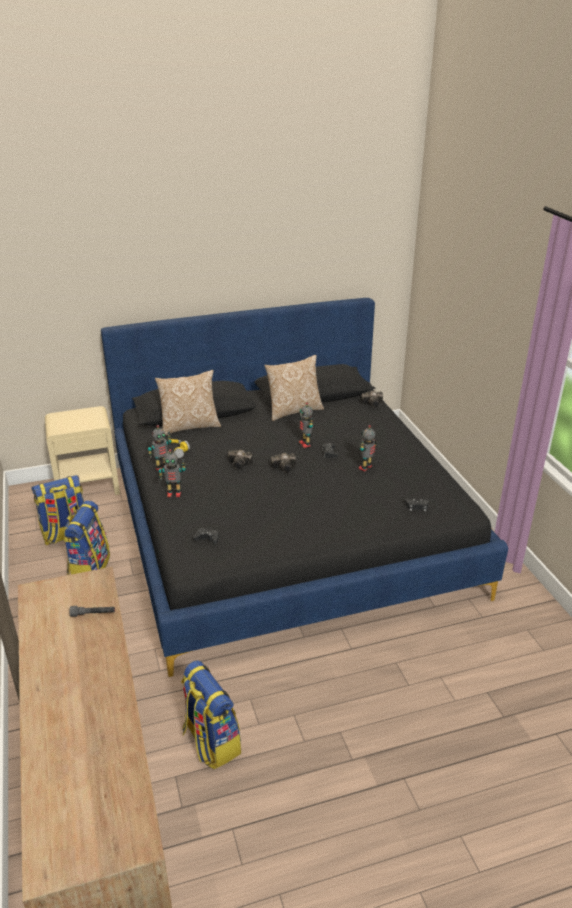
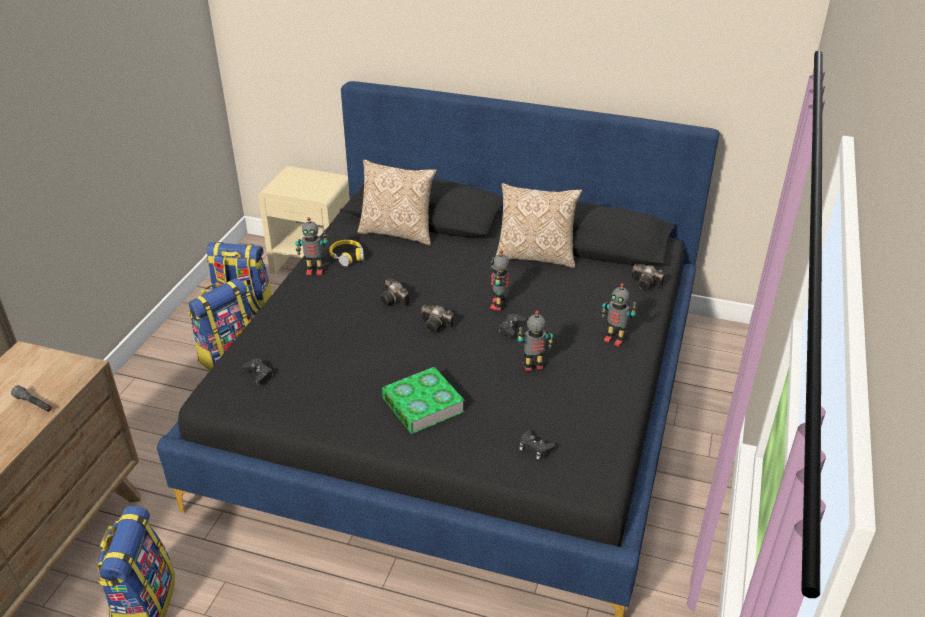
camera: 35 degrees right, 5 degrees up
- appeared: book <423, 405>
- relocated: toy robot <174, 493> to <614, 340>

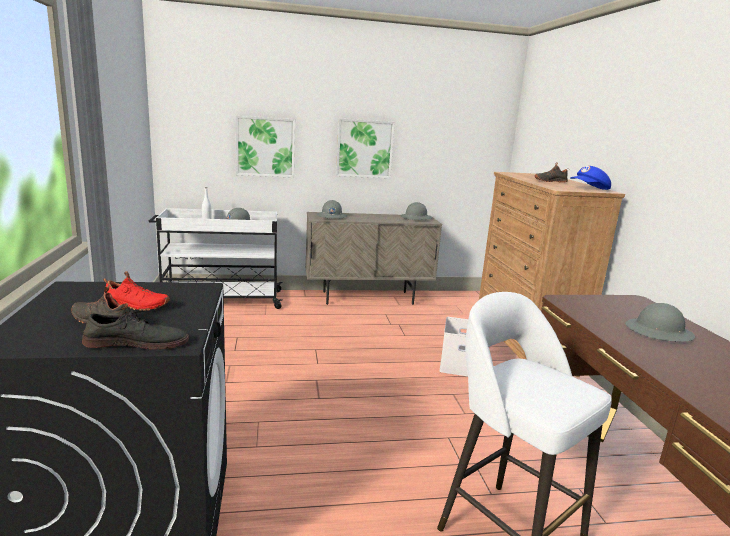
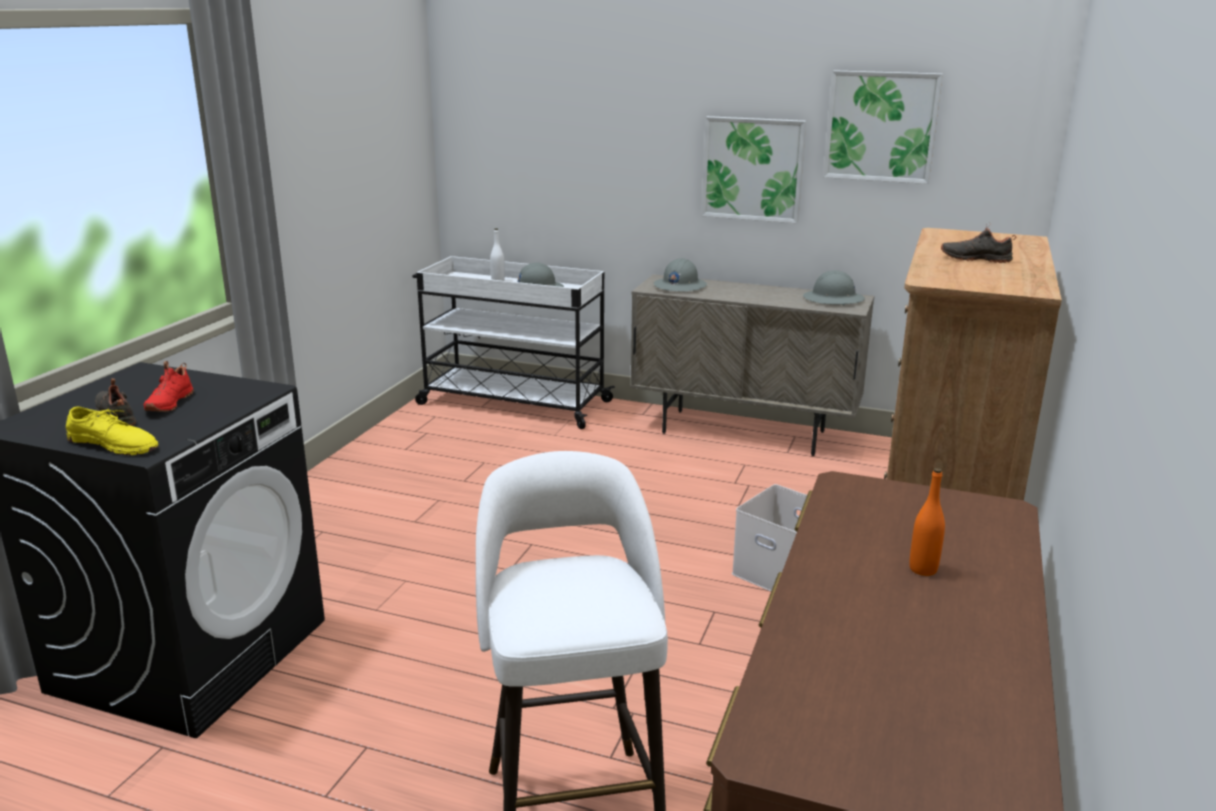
camera: 30 degrees right, 5 degrees up
- missing: baseball cap in bluish <589, 189>
- relocated: picture <265, 147> to <881, 126>
- exchanged: hard hat in grey <659, 332> to bottle in orange <923, 569>
- colour: shoe in grey <137, 342> to shoe in yellow-coloured <114, 443>
- spun: shoe in red-coloured <135, 306> = <168, 403> 60 degrees clockwise

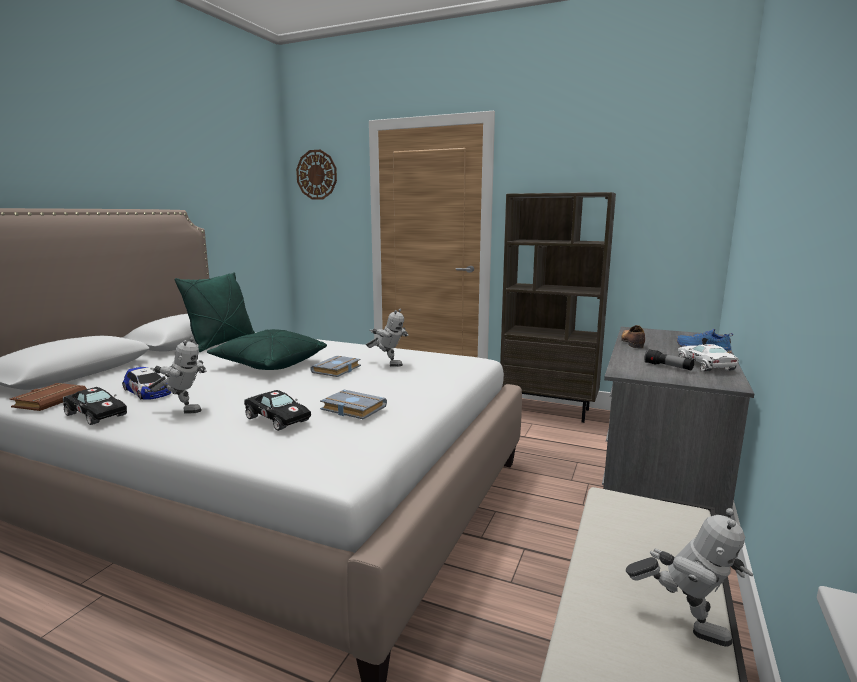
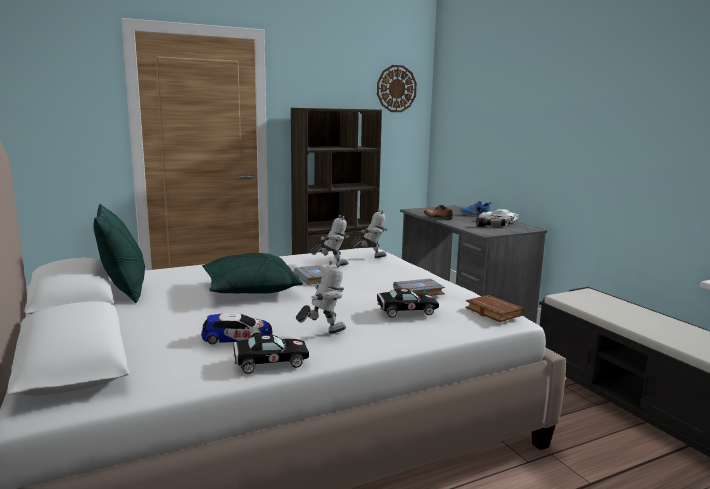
camera: 50 degrees left, 0 degrees up
- relocated: book in brownish <50, 400> to <491, 312>
- relocated: wall clock <316, 175> to <396, 88>
- relocated: toy robot <683, 623> to <370, 257>

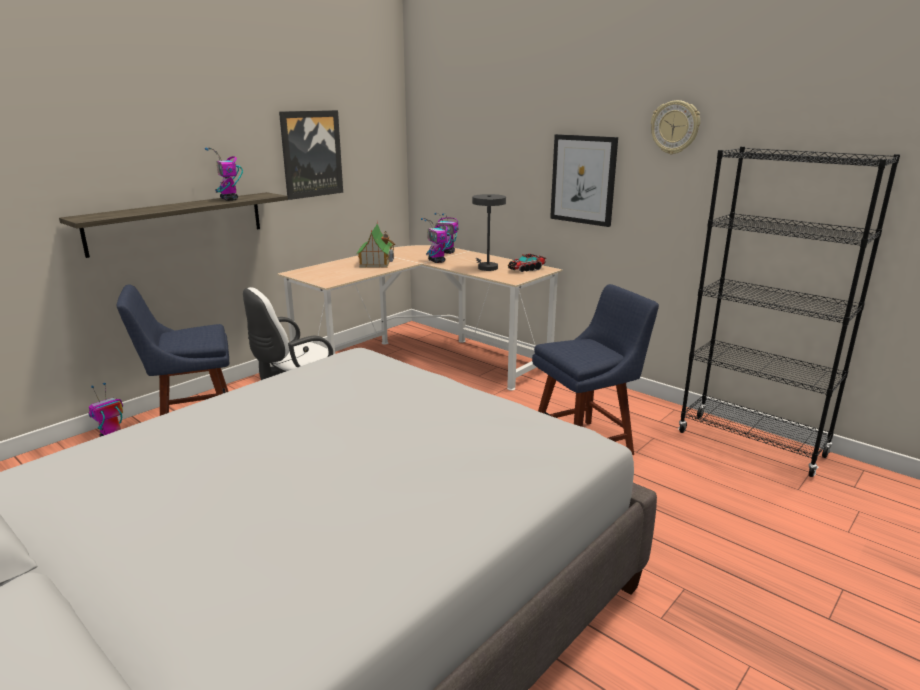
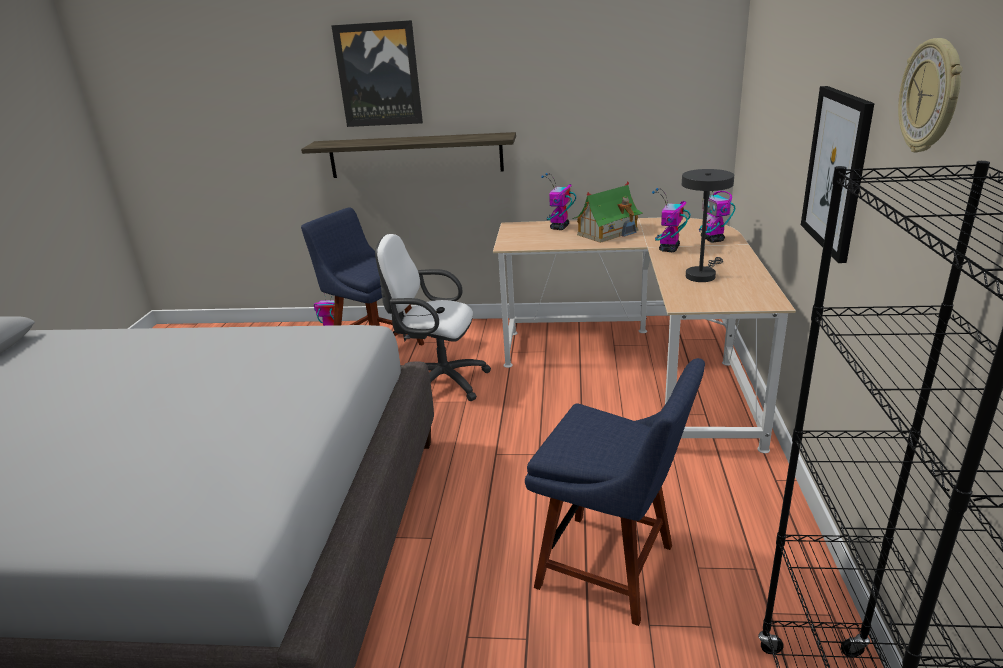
camera: 55 degrees right, 5 degrees up
- missing: model truck <526, 269>
- relocated: toy robot <229, 199> to <559, 227>
- relocated: picture <311, 154> to <379, 75>

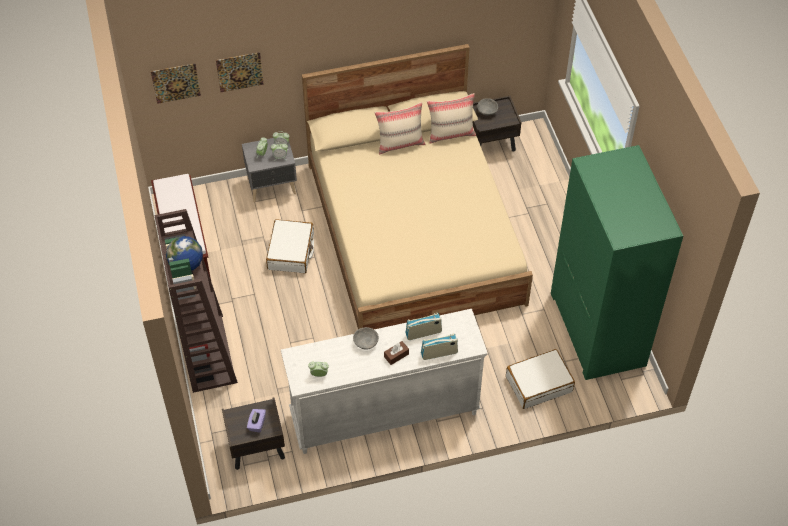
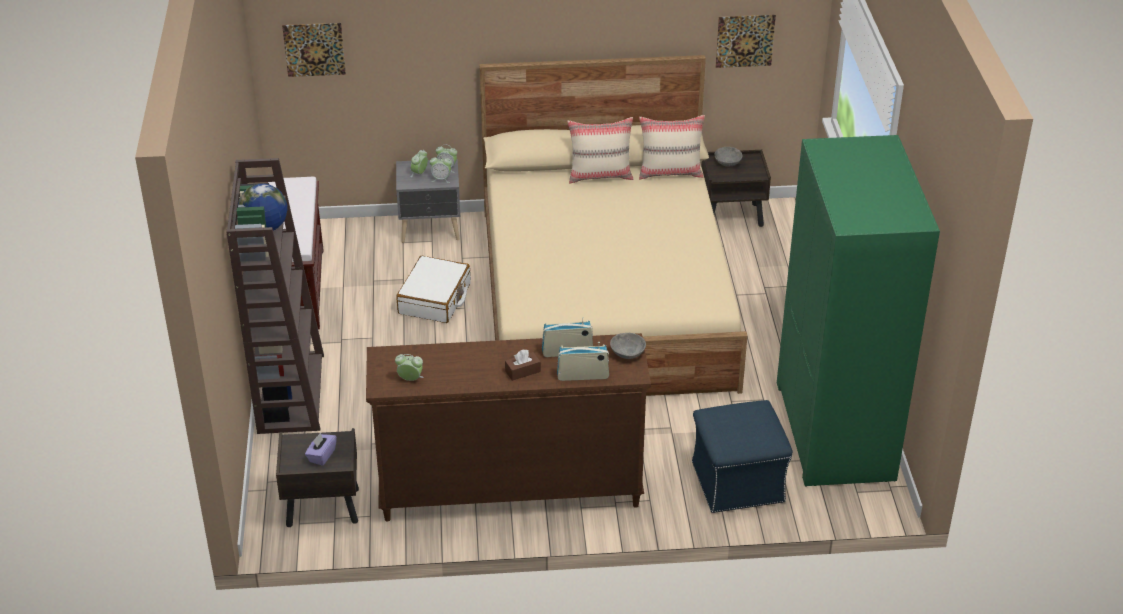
camera: 10 degrees right, 15 degrees down
- relocated: picture <239, 72> to <745, 41>
- relocated: serving bowl in grey <365, 342> to <627, 353>
- exchanged: suitcase in white-coloured <538, 384> to ottoman in bluish <737, 482>
- colour: chest of drawers in white-coloured <383, 414> to chest of drawers in brownish <509, 490>

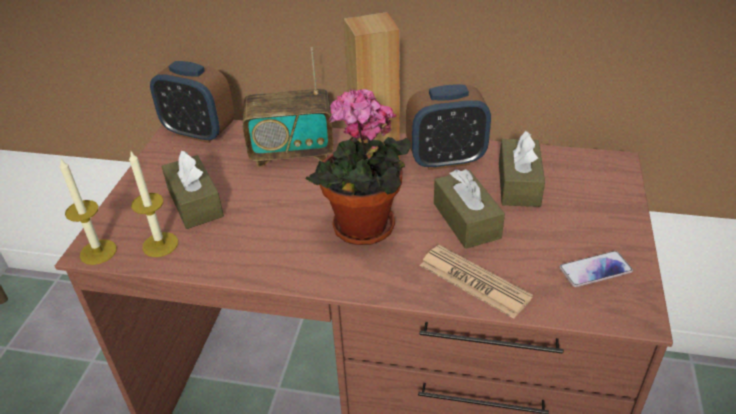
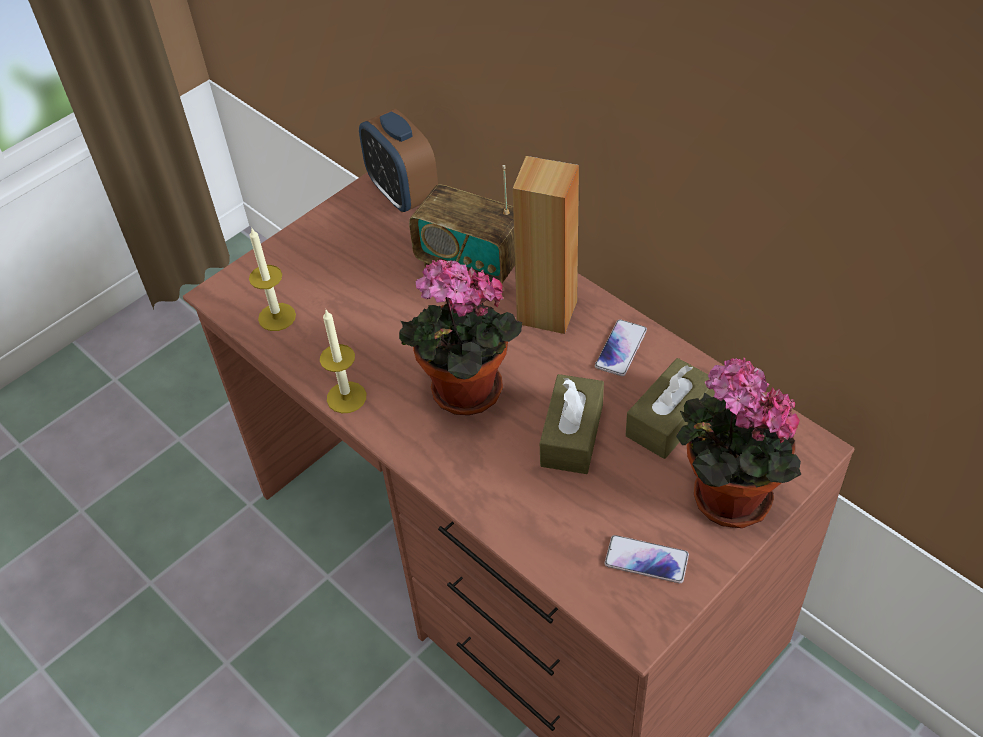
camera: 35 degrees right, 10 degrees up
- missing: tissue box in brownish <195, 203>
- missing: daily paper <474, 281>
- appeared: houseplant <724, 498>
- relocated: wax candle <98, 252> to <346, 397>
- exchanged: table clock <446, 159> to handset <621, 349>

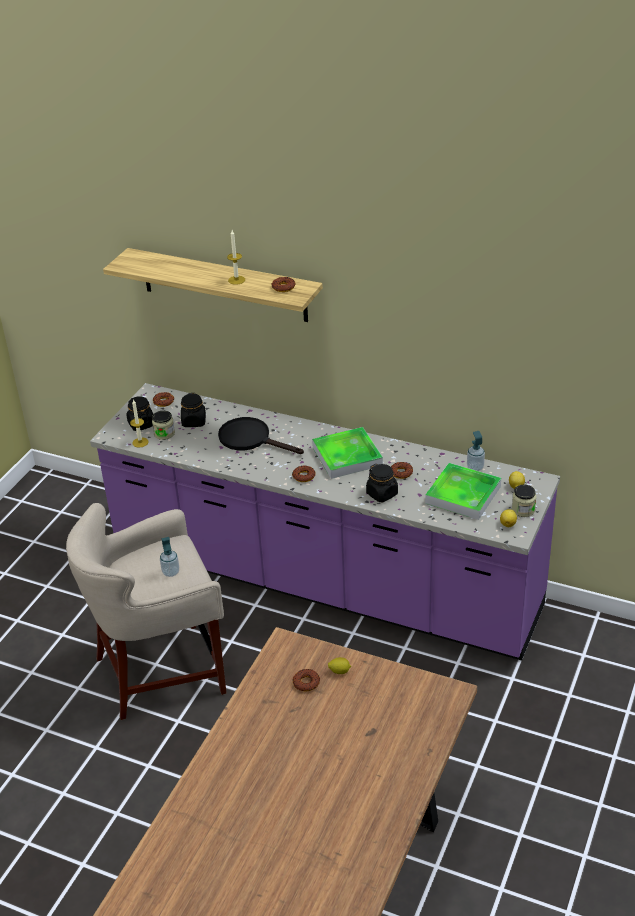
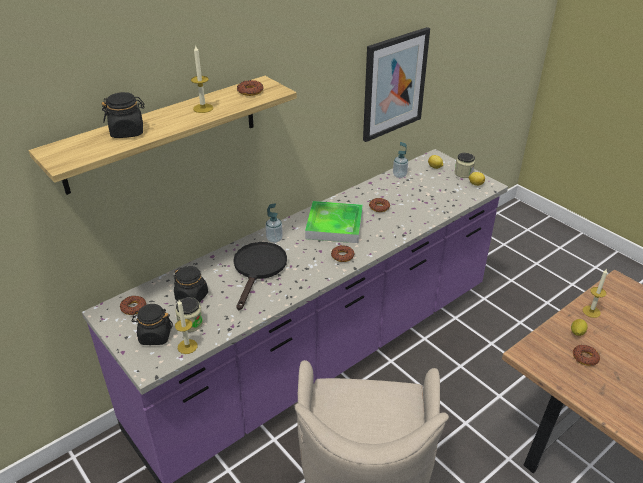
camera: 65 degrees left, 0 degrees up
- missing: serving tray <463, 495>
- appeared: picture <394, 84>
- appeared: wax candle <591, 311>
- relocated: soap bottle <171, 572> to <274, 239>
- relocated: storage jar in black <382, 494> to <127, 132>
- spun: skillet in black <251, 439> = <258, 269> 135 degrees clockwise

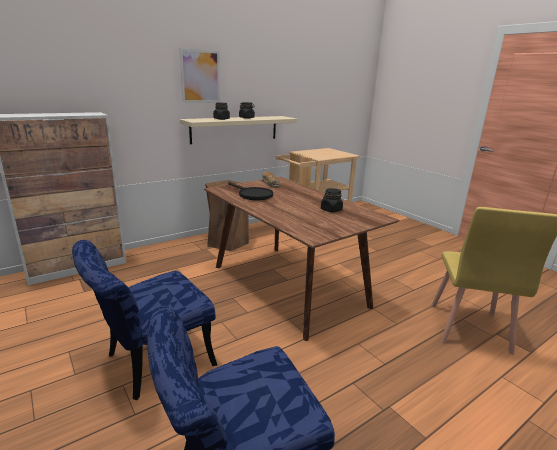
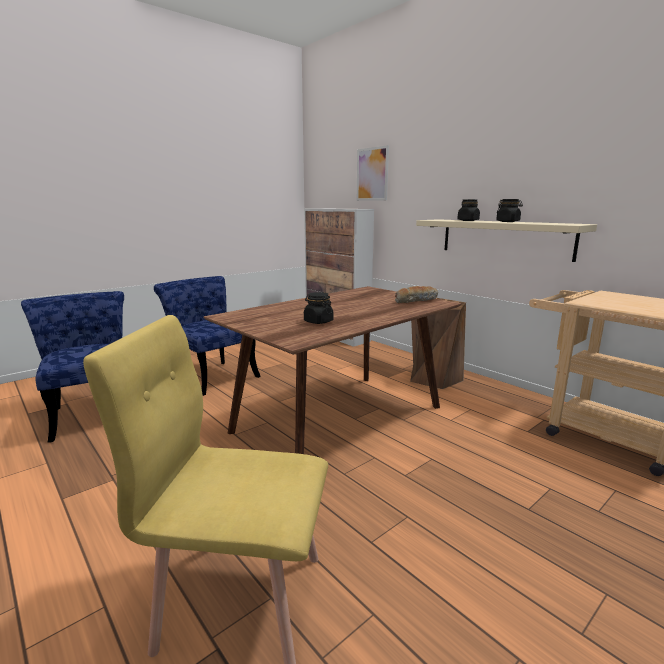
camera: 85 degrees right, 5 degrees down
- missing: skillet in black <252, 195>
- relocated: picture <200, 76> to <372, 174>

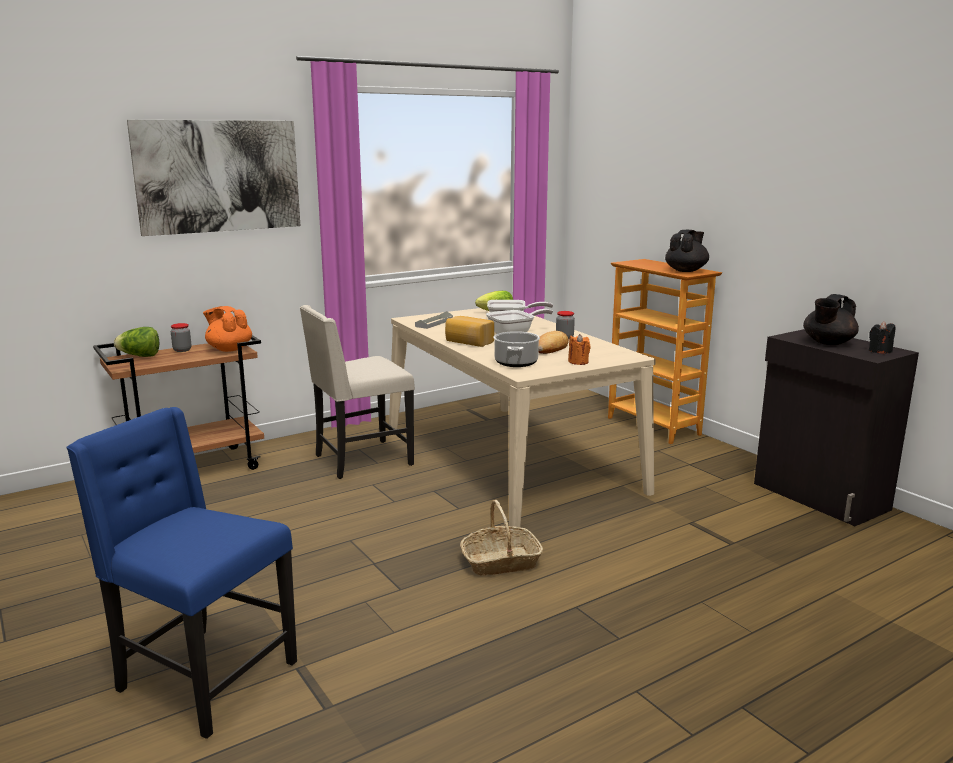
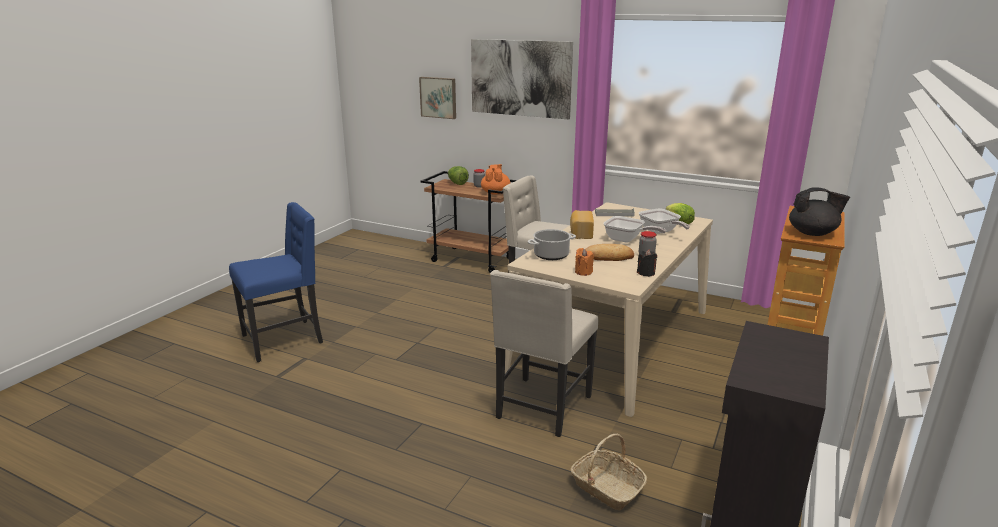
camera: 60 degrees right, 5 degrees up
- missing: pot for tea in black <828, 343>
- appeared: picture <439, 97>
- appeared: chair in beige <542, 408>
- relocated: basket <501, 562> to <606, 487>
- relocated: wax candle in black <880, 351> to <646, 273>
- spun: chair in bluish <203, 678> = <284, 339> 60 degrees clockwise

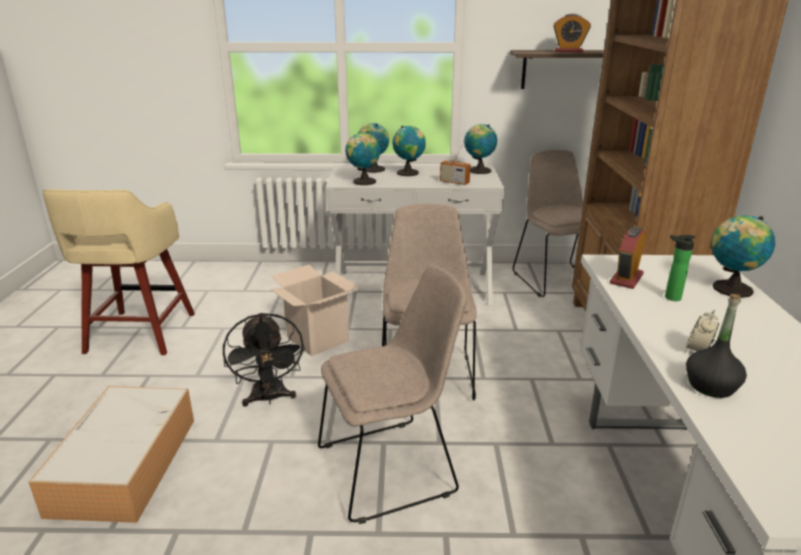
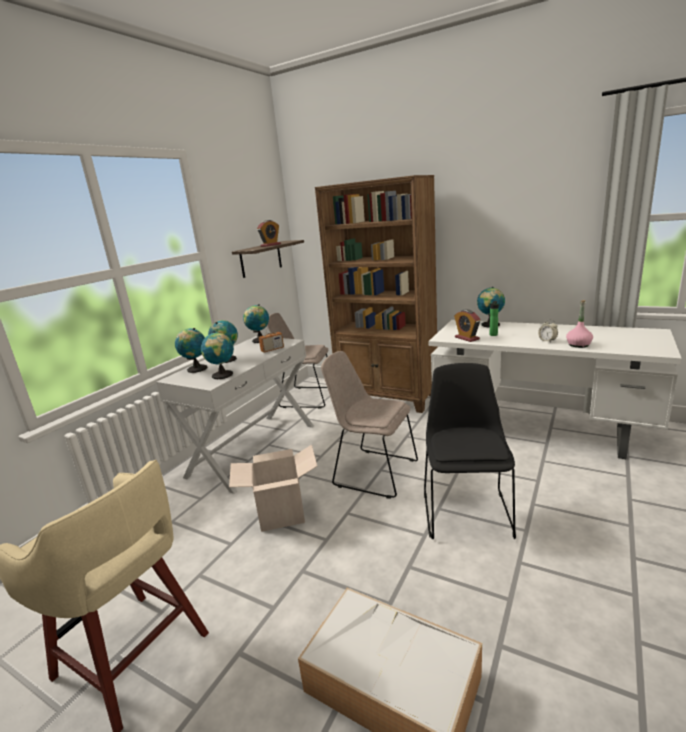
camera: 60 degrees left, 5 degrees down
- missing: fan in black <269, 398>
- colour: chair in beige <391, 467> to chair in black <466, 511>
- colour: bottle in black <710, 386> to bottle in pink-coloured <578, 345>

